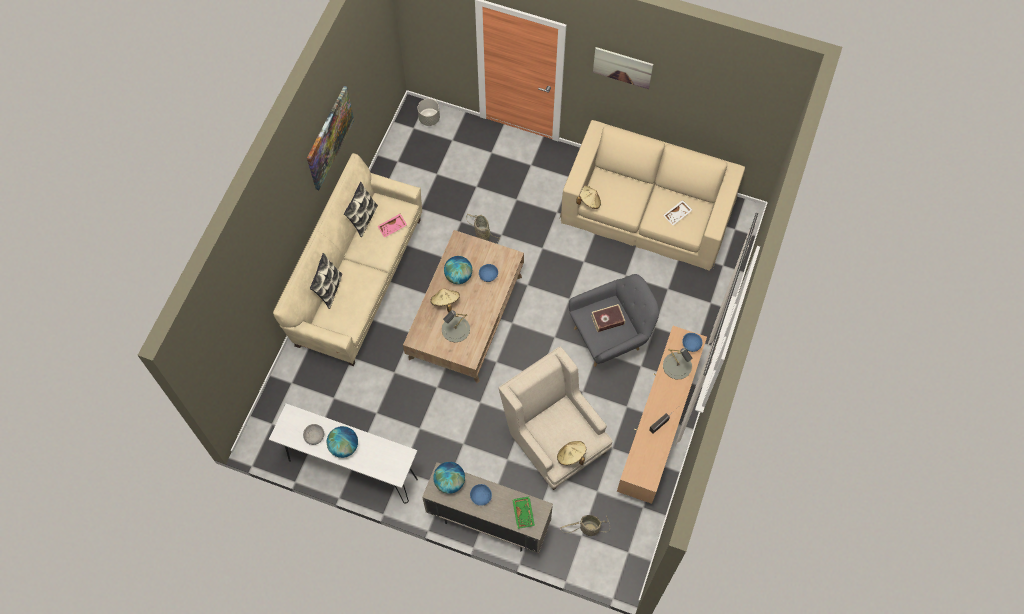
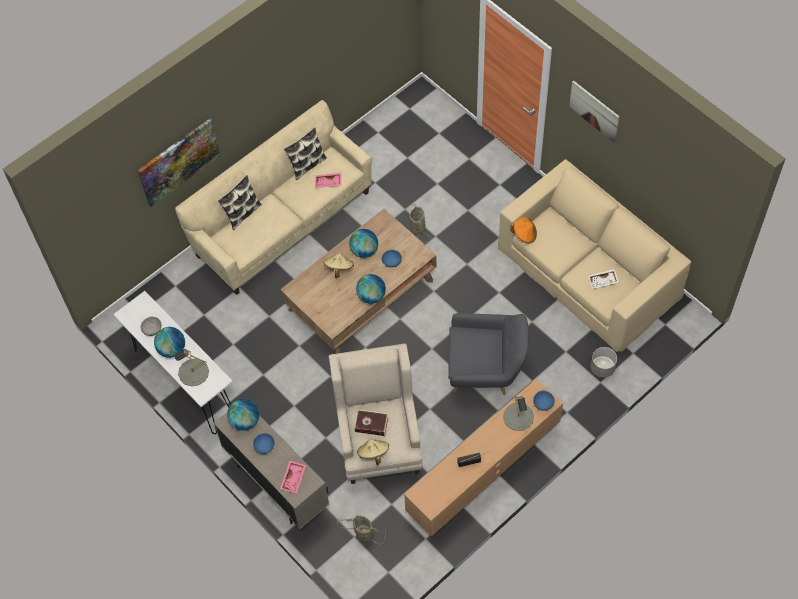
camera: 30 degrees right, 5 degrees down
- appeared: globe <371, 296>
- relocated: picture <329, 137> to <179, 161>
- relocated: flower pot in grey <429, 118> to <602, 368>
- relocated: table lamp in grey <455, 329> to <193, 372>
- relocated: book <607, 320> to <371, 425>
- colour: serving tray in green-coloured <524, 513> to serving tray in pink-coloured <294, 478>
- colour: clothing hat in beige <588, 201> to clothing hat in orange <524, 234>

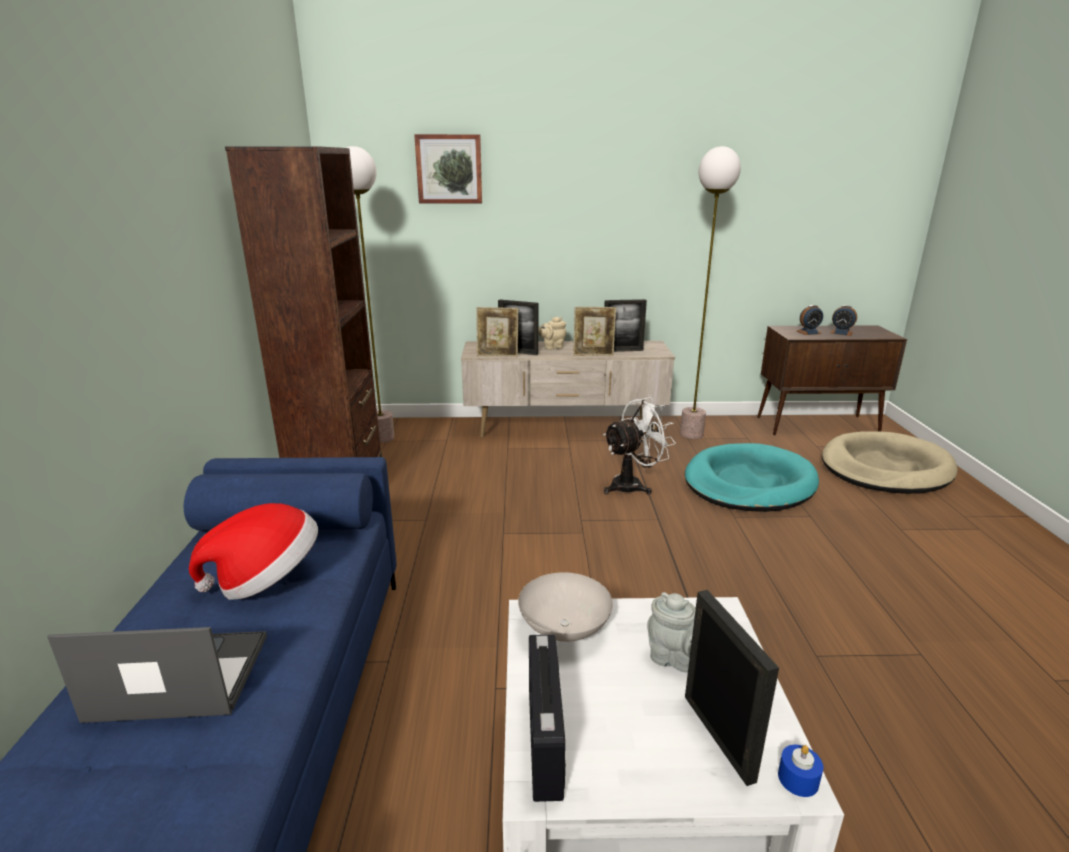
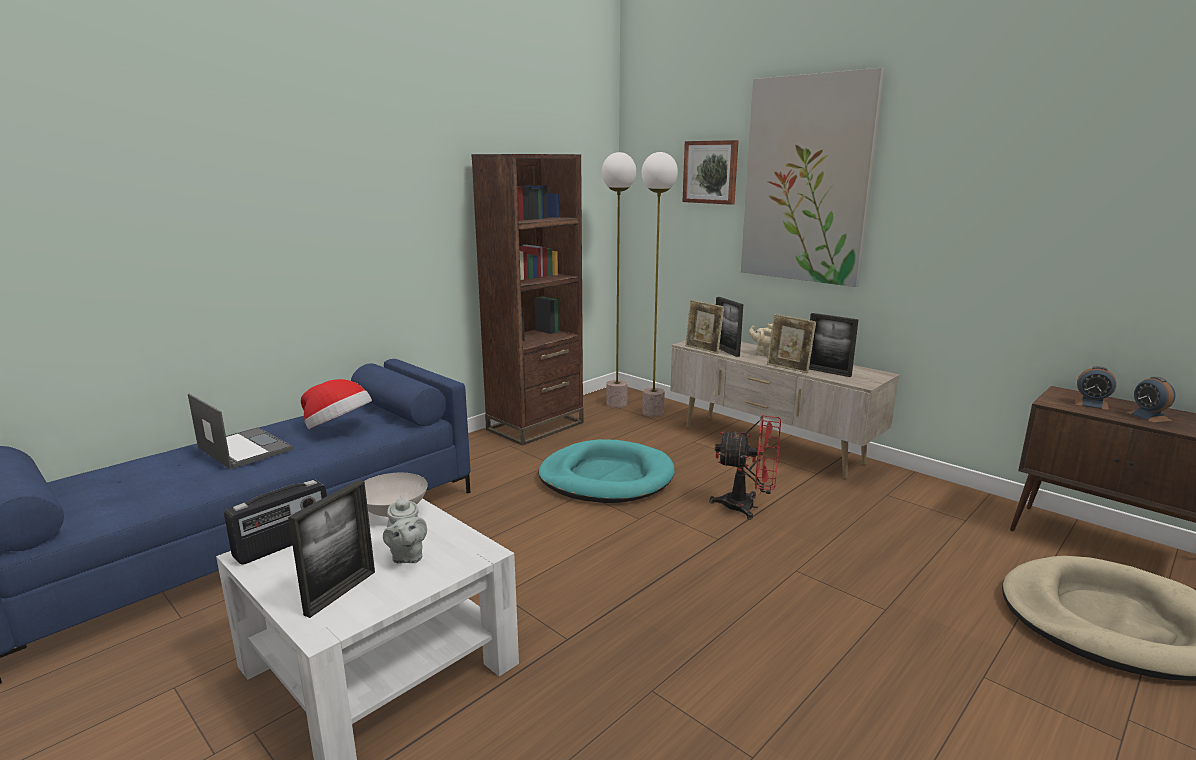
camera: 45 degrees right, 5 degrees down
- missing: wax candle in bluish <798, 779>
- appeared: picture <806, 180>
- relocated: floor lamp <692, 434> to <653, 413>
- relocated: dog bed in turquoise-coloured <748, 483> to <606, 477>
- colour: fan in white-coloured <633, 485> to fan in red-coloured <747, 507>

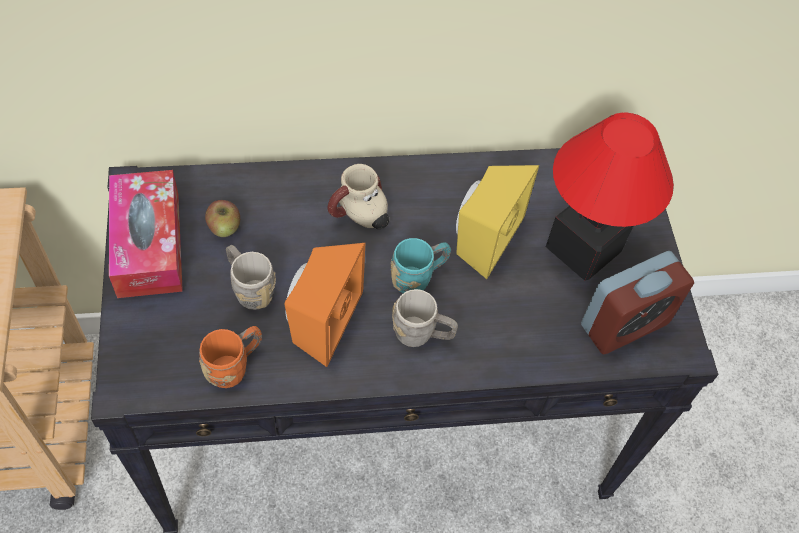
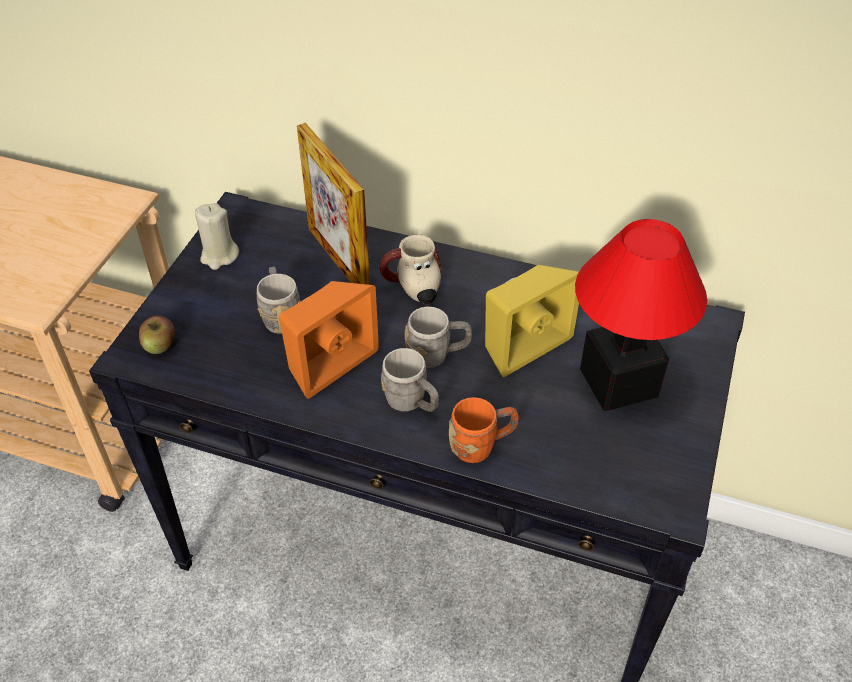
camera: 30 degrees right, 10 degrees down
- missing: table clock <624, 324>
- appeared: picture frame <338, 260>
- relocated: tea mug in orange <234, 366> to <481, 445>
- relocated: apple fruit <224, 227> to <160, 345>
- exchanged: tissue box <148, 244> to wax candle in beige <219, 256>
- colour: tea mug in turquoise-coloured <418, 277> to tea mug in grey <437, 355>

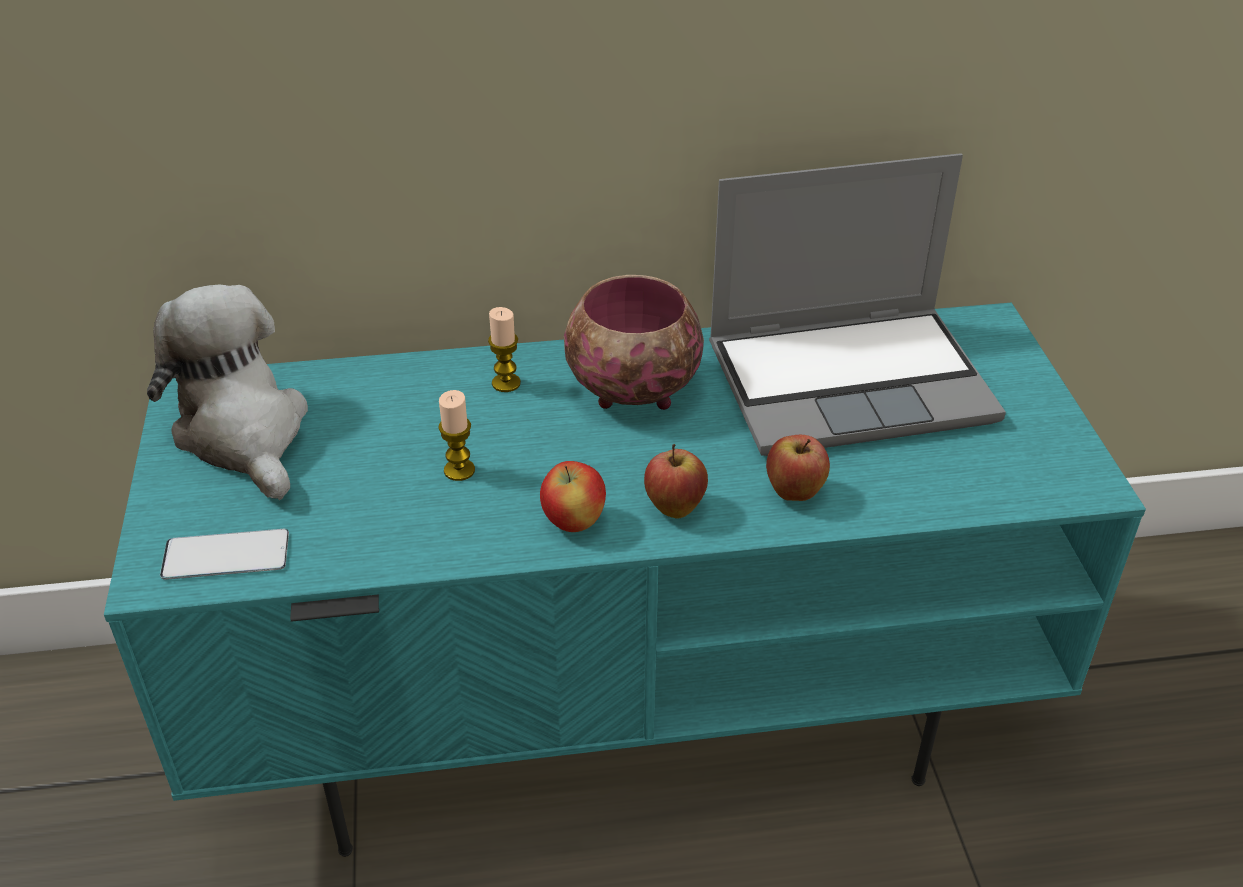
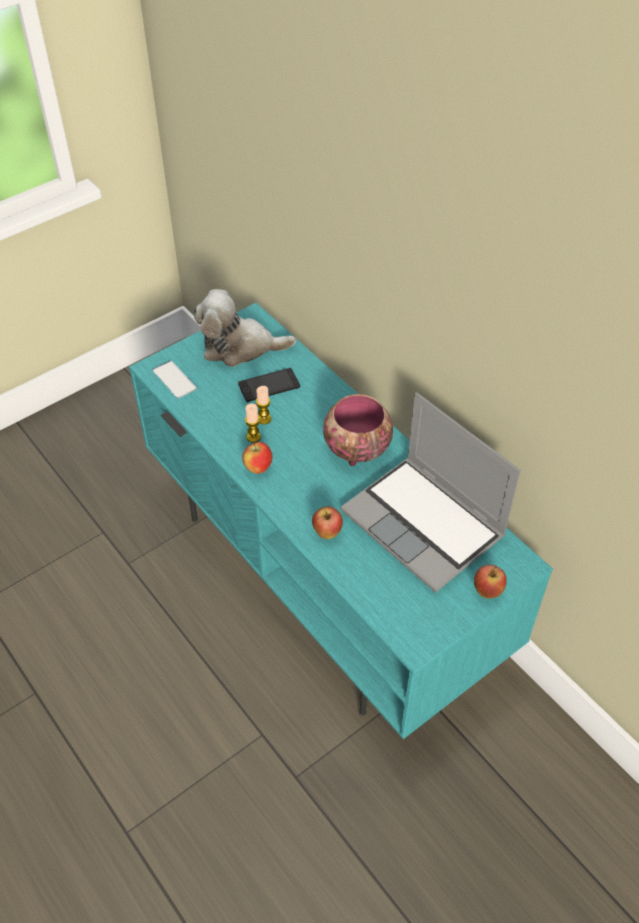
camera: 60 degrees right, 10 degrees up
- appeared: handset <269, 385>
- relocated: wax candle <506, 383> to <253, 437>
- relocated: apple fruit <674, 508> to <487, 591>
- spun: soft toy <244, 434> = <239, 347> 120 degrees counterclockwise

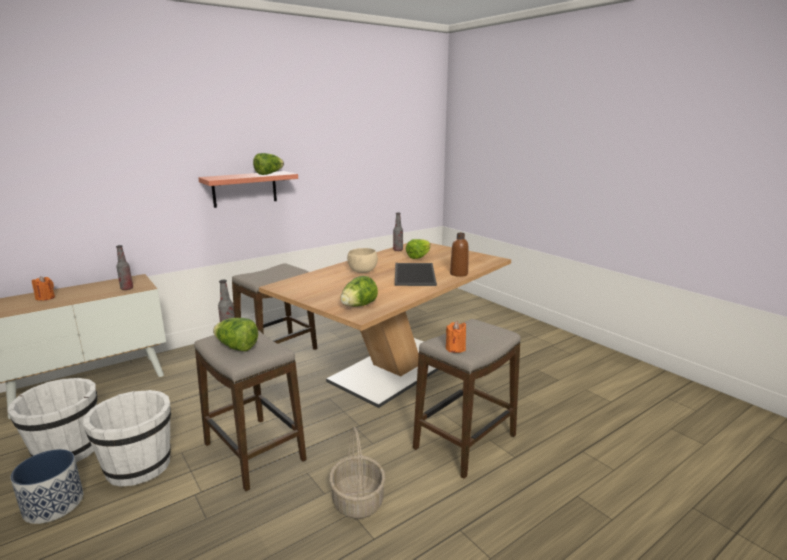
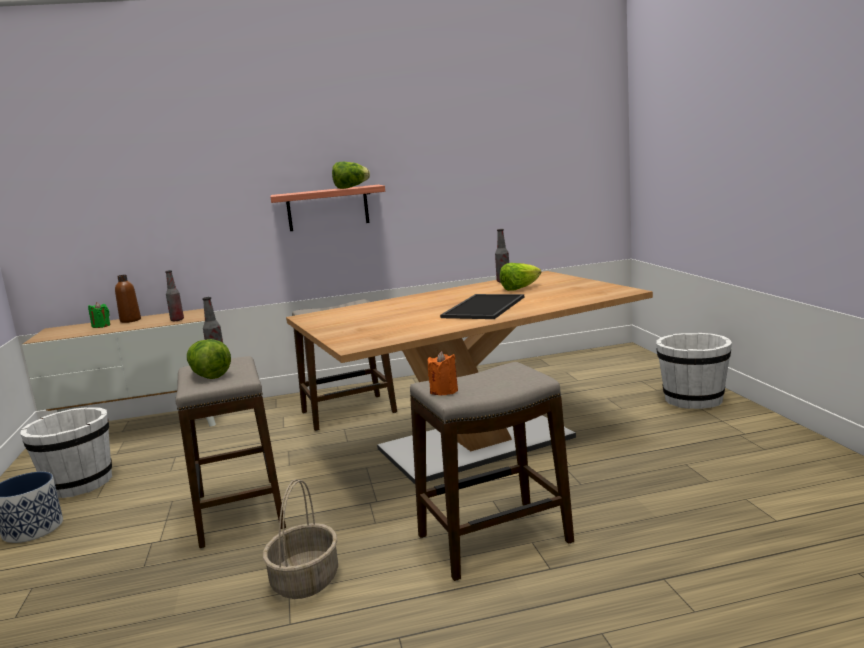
camera: 25 degrees right, 5 degrees down
- missing: head of lettuce <358, 306>
- missing: serving bowl in beige <362, 272>
- relocated: bucket in white-coloured <139, 466> to <693, 400>
- relocated: bottle in brownish <459, 274> to <130, 320>
- colour: wax candle in orange <45, 298> to wax candle in green-coloured <101, 326>

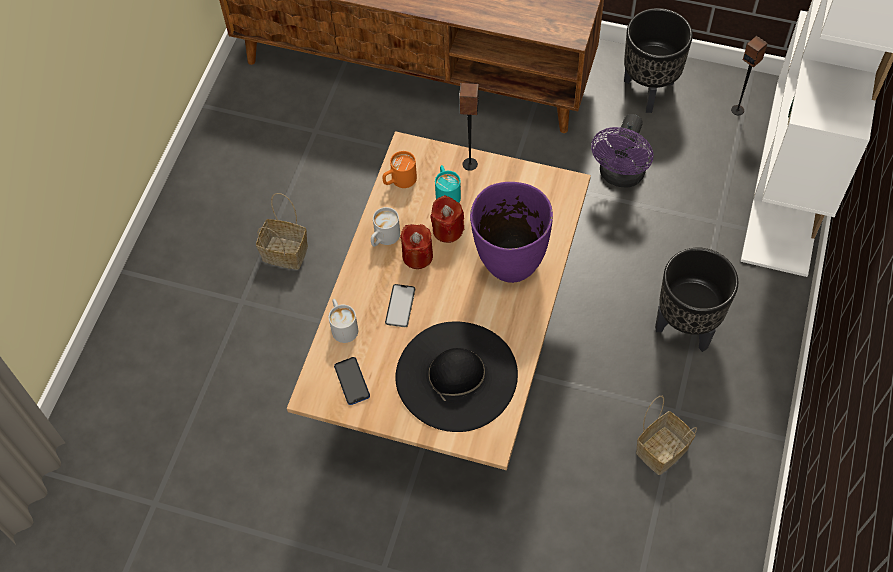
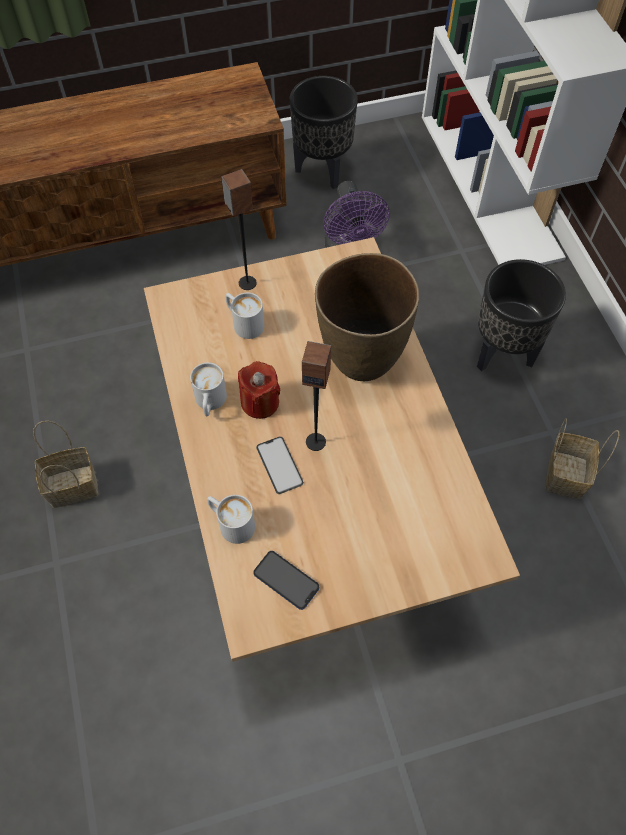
camera: 35 degrees left, 0 degrees up
- missing: tea mug in orange <399, 181>
- missing: clothing hat in black <456, 375>
- missing: wax candle in red-coloured <447, 230>
- relocated: speaker <737, 110> to <316, 441>
- colour: tea mug in turquoise-coloured <446, 193> to tea mug in white-coloured <244, 323>
- colour: vase in purple-coloured <510, 264> to vase in brownish <362, 360>

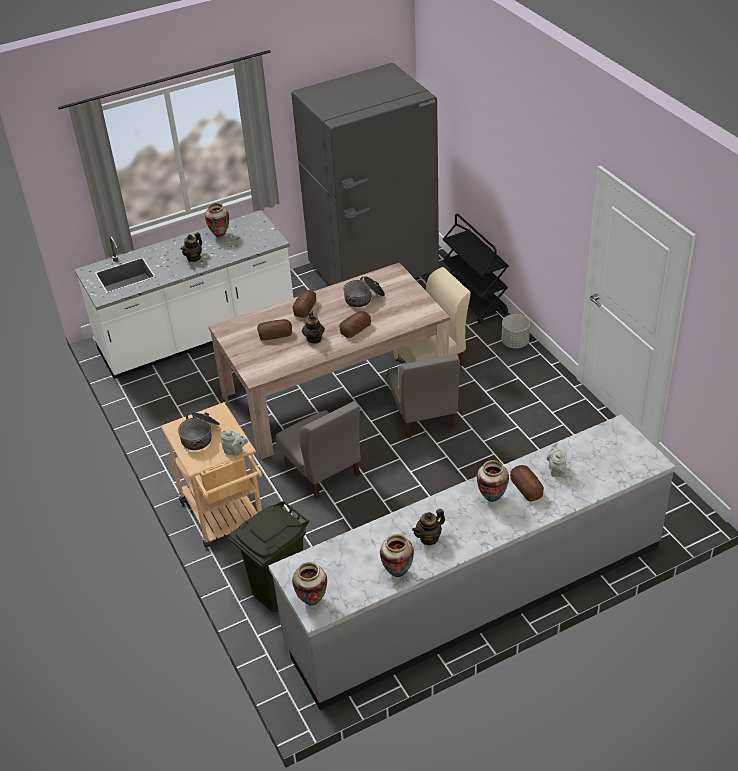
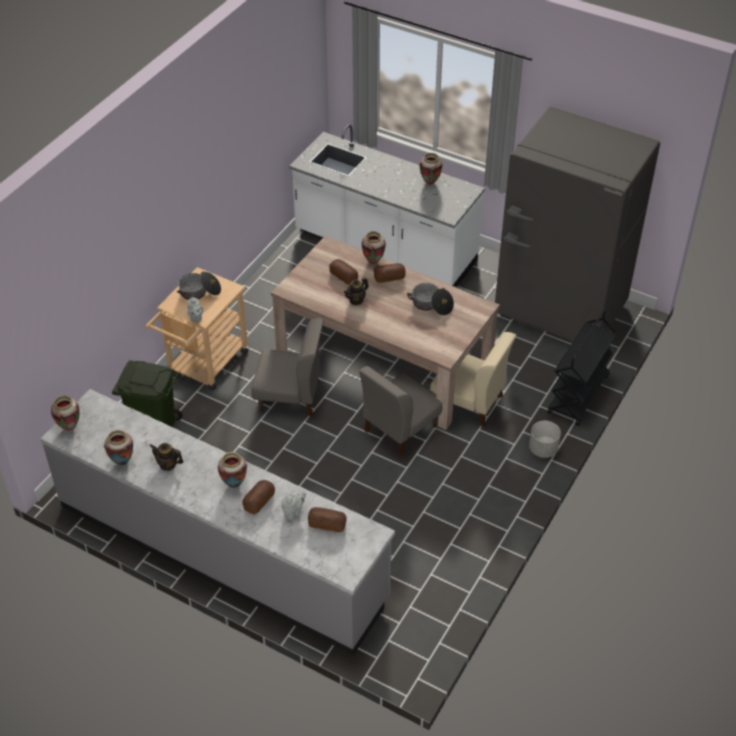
camera: 55 degrees right, 5 degrees up
- missing: pot for tea <194, 258>
- appeared: vase <373, 261>
- relocated: baked bread <355, 329> to <327, 524>
- spun: chair in grey <322, 470> = <290, 396> 105 degrees counterclockwise

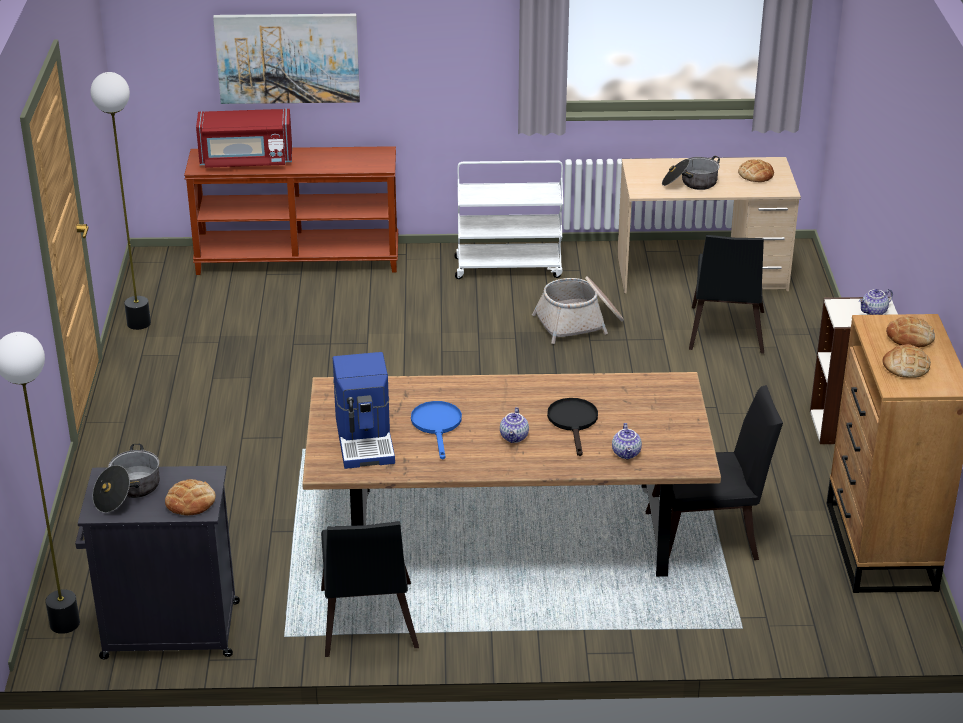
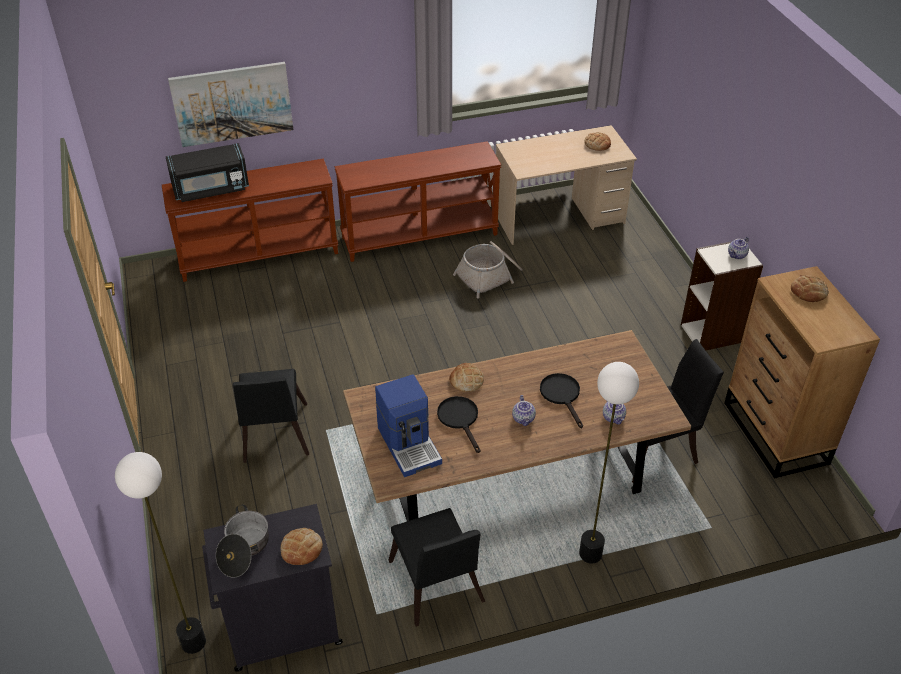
camera: 15 degrees left, 10 degrees up
- missing: cooking pot <690, 183>
- relocated: floor lamp <139, 323> to <591, 554>
- relocated: chair in black <725, 334> to <274, 437>
- relocated: baked bread <905, 366> to <466, 380>
- exchanged: trolley in white-coloured <509, 267> to narrow table in brownish <420, 235>
- colour: kitchen microwave in red-coloured <246, 160> to kitchen microwave in black <211, 189>
- colour: skillet in bluish <437, 425> to skillet in black <460, 419>

